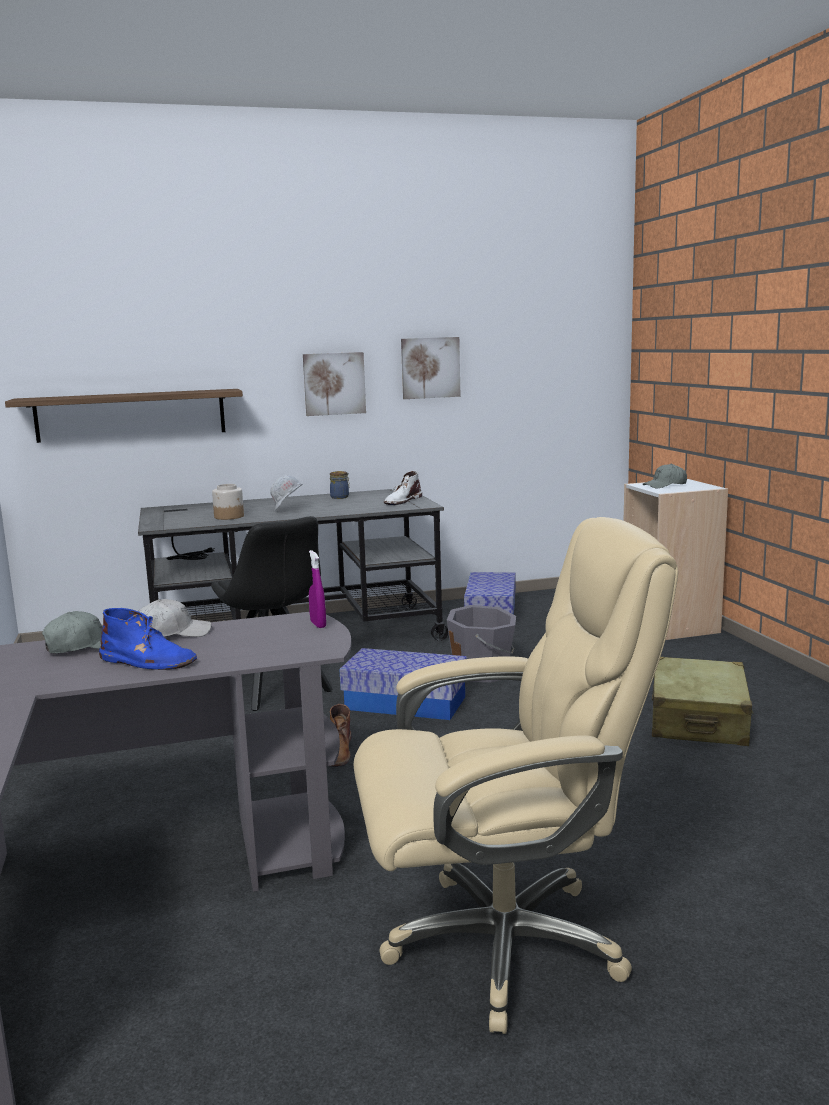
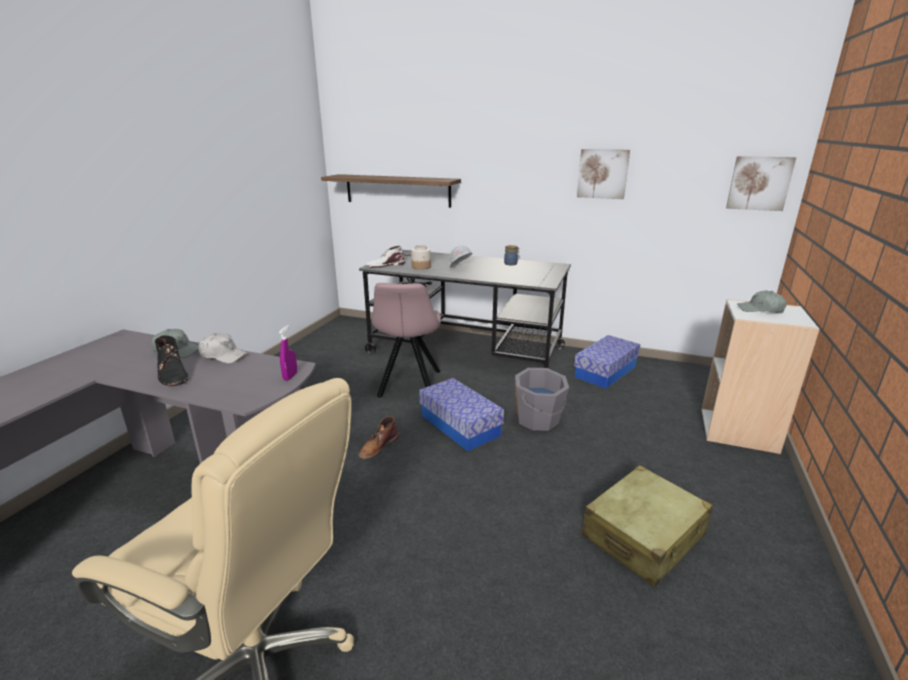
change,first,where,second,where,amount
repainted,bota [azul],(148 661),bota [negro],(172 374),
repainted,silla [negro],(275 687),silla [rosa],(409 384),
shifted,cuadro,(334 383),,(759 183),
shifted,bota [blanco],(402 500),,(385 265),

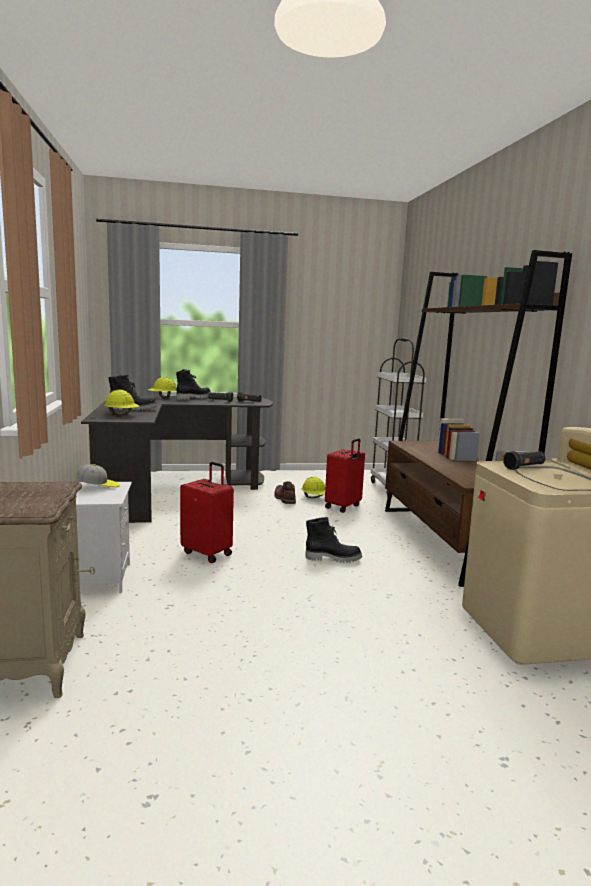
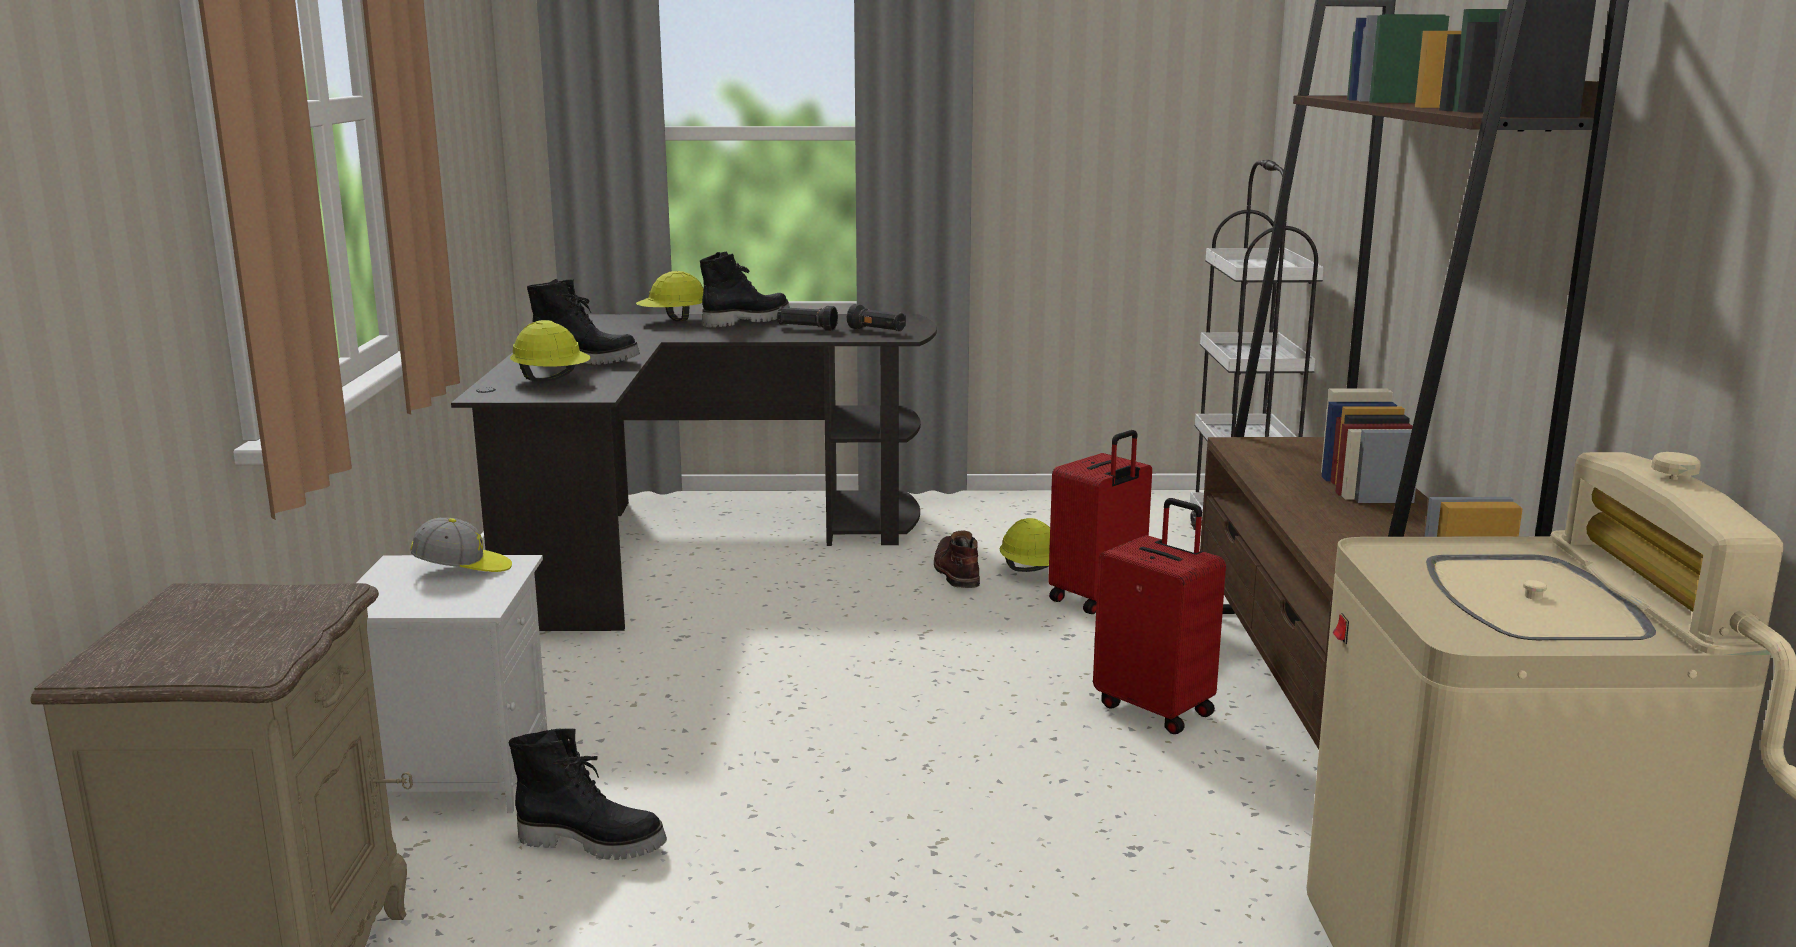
change,first,where,second,where,amount
shifted,maleta [rojo],(208 553),,(1156 708),
shifted,bota [negro],(333 558),,(593 841),
gone,linterna [negro],(524 467),,,

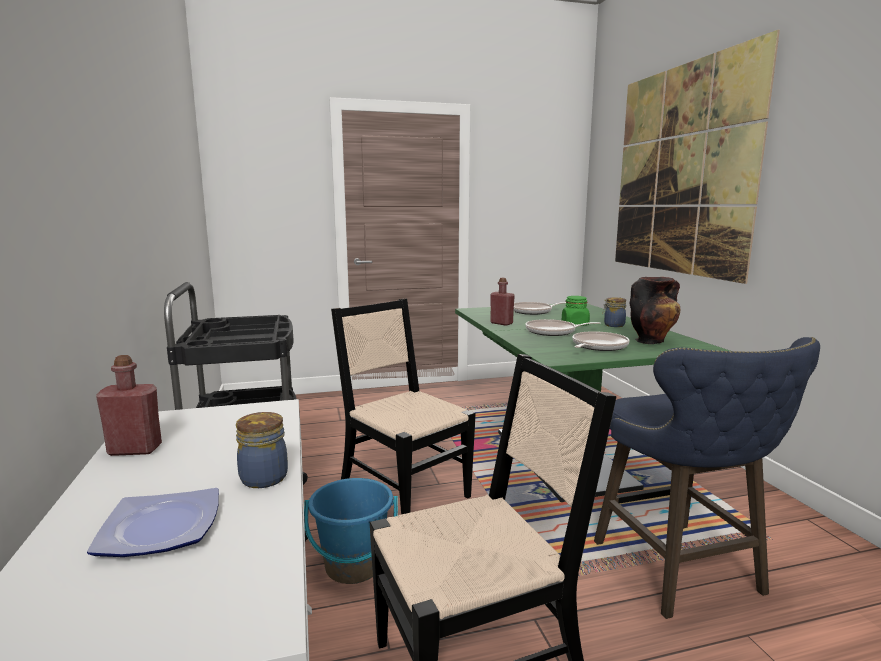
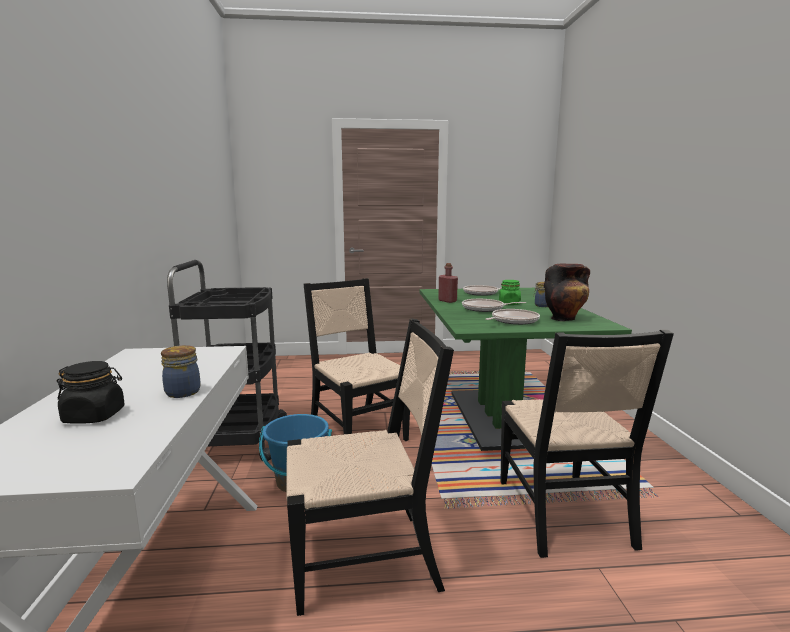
change,first,where,second,where,amount
swapped,plato,(158 530),tarro [negro],(94 416),
gone,botella [rojo],(135 450),,,
swapped,taburete [azul],(680 571),silla,(561 513),
gone,cuadro,(680 170),,,

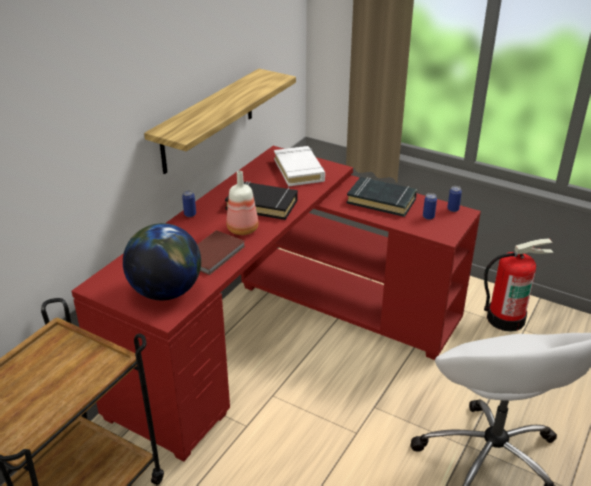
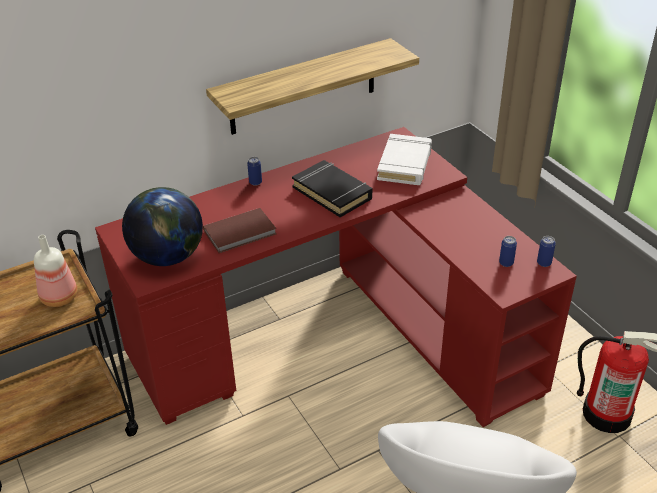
change,first,where,second,where,amount
shifted,botella,(243 229),,(60 298),
gone,libro [negro],(381 201),,,

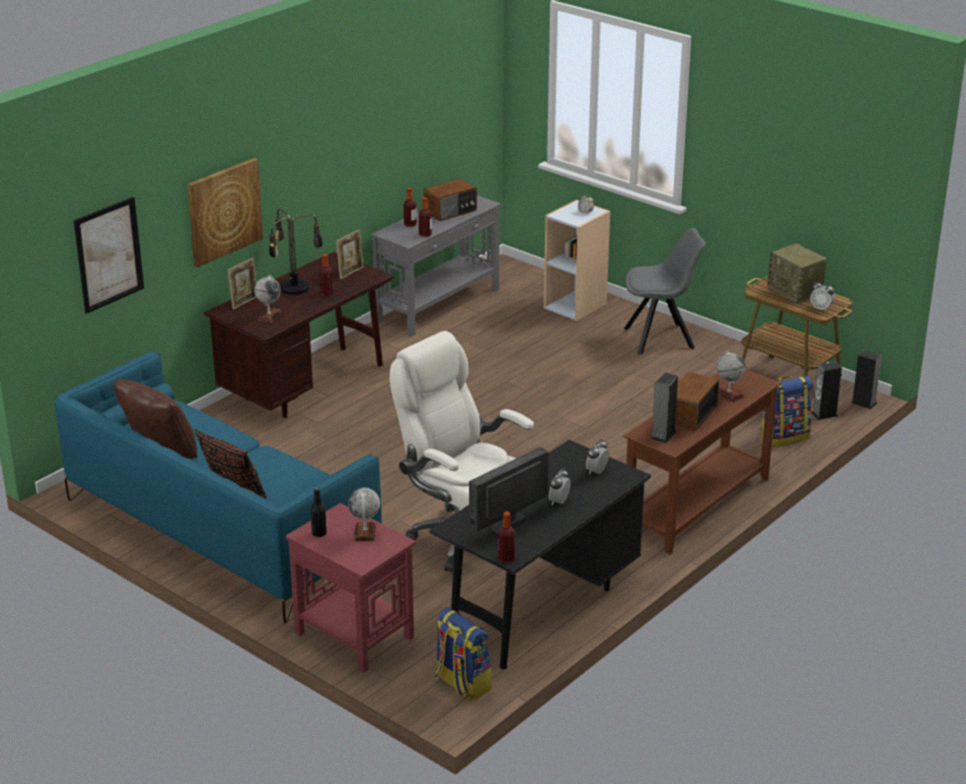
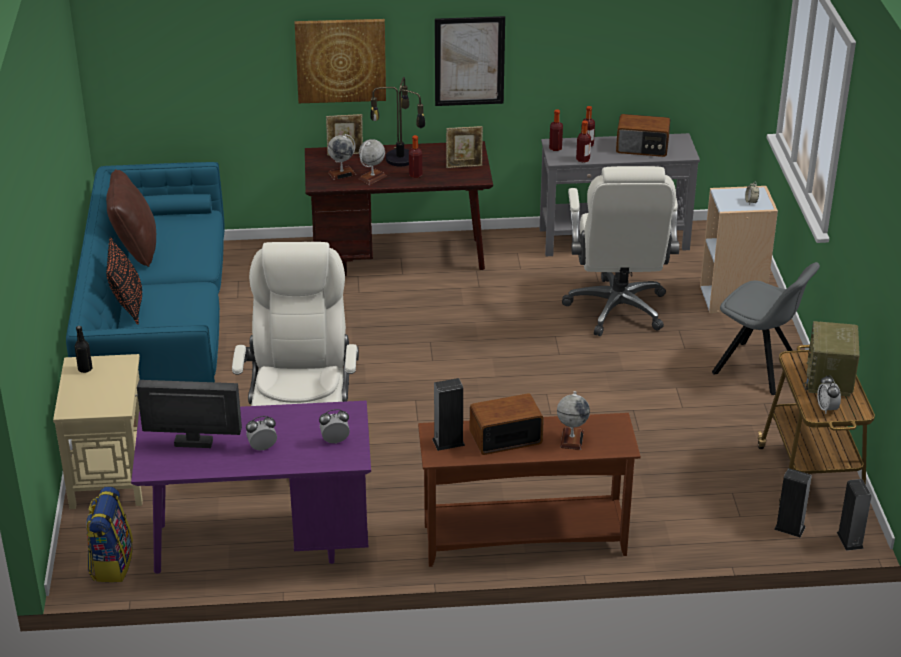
change,first,where,second,where,amount
shifted,cuadro,(109 254),,(469 61),
repainted,mesa auxiliar [rojo],(355 634),mesa auxiliar [beis],(110 476),
shifted,globo terráqueo,(365 532),,(372 178),
repainted,escritorio [negro],(541 607),escritorio [morado],(261 543),
shifted,botella,(506 558),,(555 148),
gone,mochila,(784 436),,,
new,,,silla de oficina [blanco],(617 310),

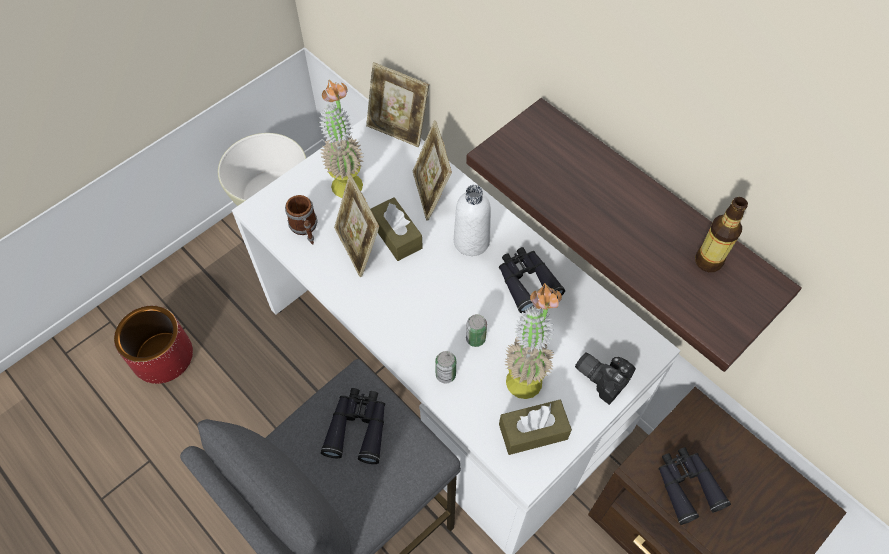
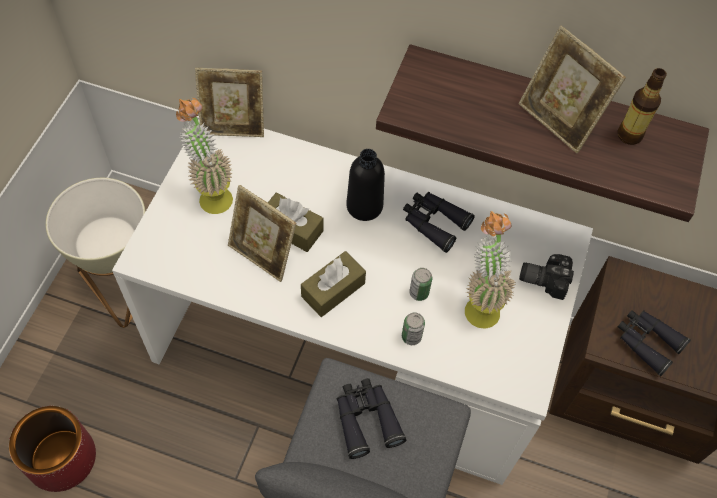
change,first,where,second,where,amount
gone,taza grande,(305 229),,,
shifted,portarretratos,(431 193),,(558 121),
repainted,botella [blanco],(471 241),botella [negro],(364 206),
shifted,caja de pañuelos [marrón],(533 431),,(333 290),

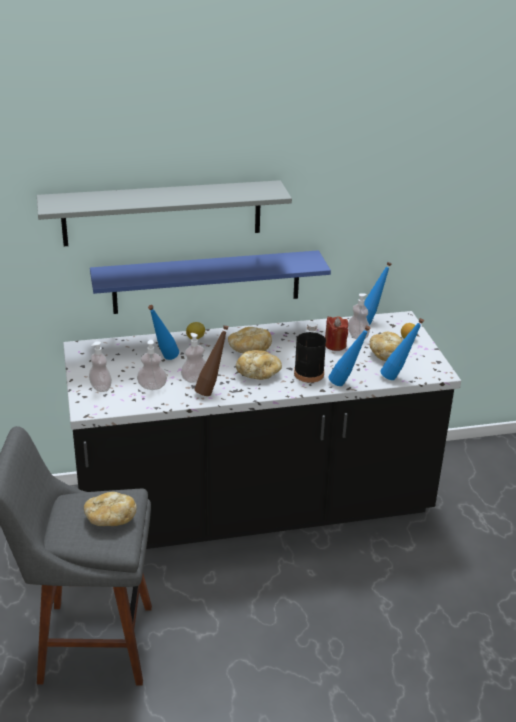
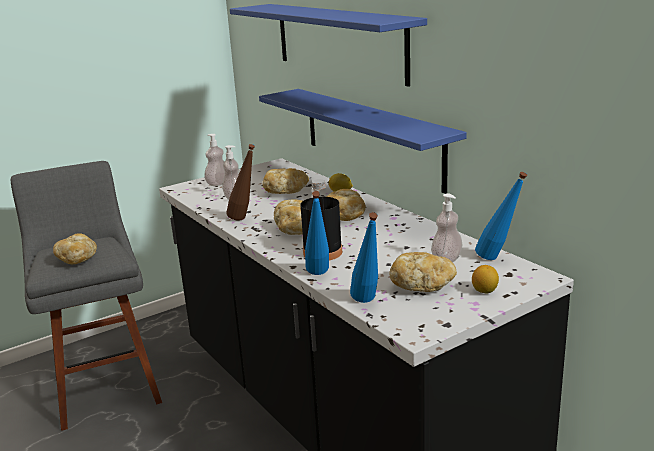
change,first,where,second,where,amount
repainted,estante [gris],(162 213),estante [azul],(338 41),
swapped,botella [azul],(164 360),pan,(286 191),
gone,dispensador de jabón,(194 379),,,
gone,vela [rojo],(335 345),,,

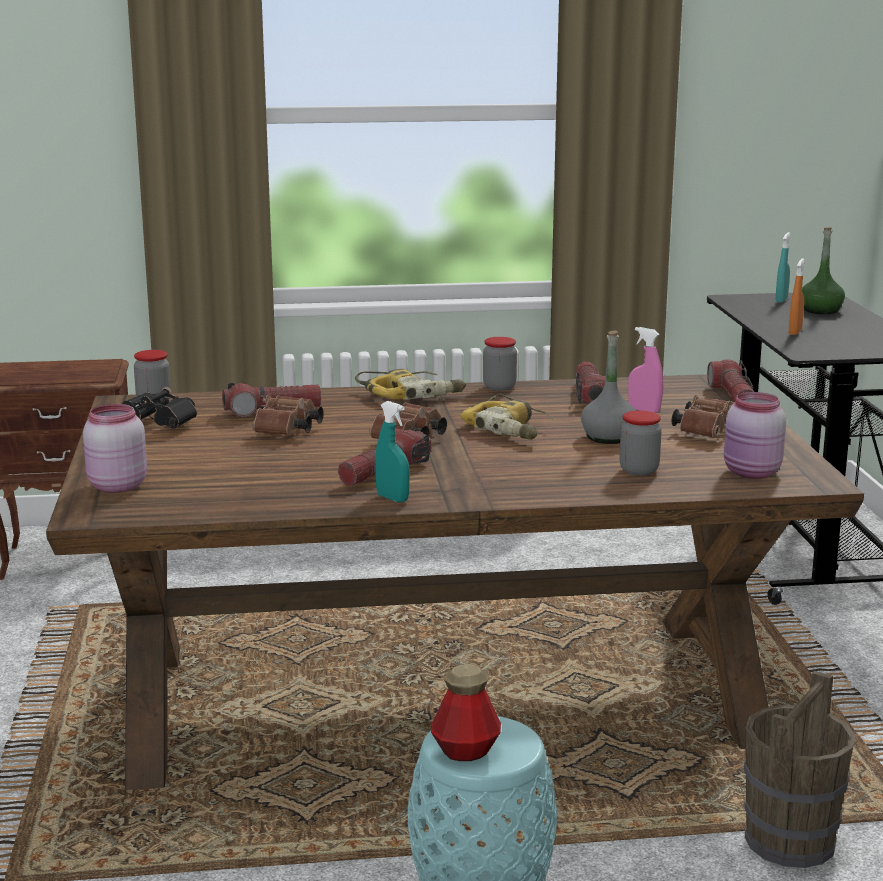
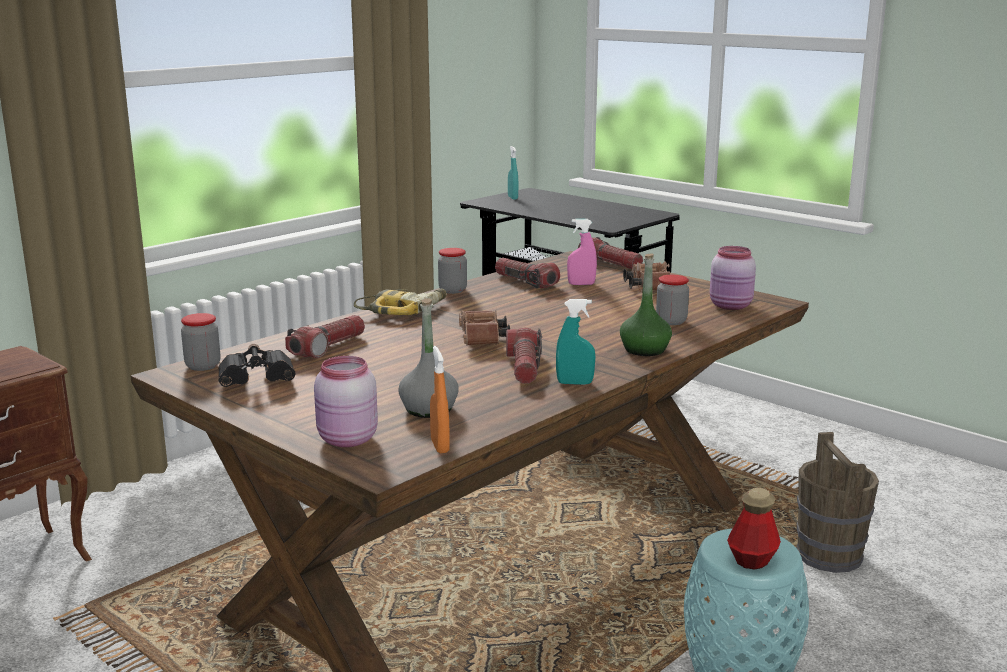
change,first,where,second,where,amount
gone,prismáticos [marrón],(287 431),,,
gone,taladro,(510 428),,,
shifted,botella [gris],(608 437),,(429 409),
shifted,pulverizador [naranja],(795 332),,(440 446),
shifted,botella [verde],(820 310),,(644 350),

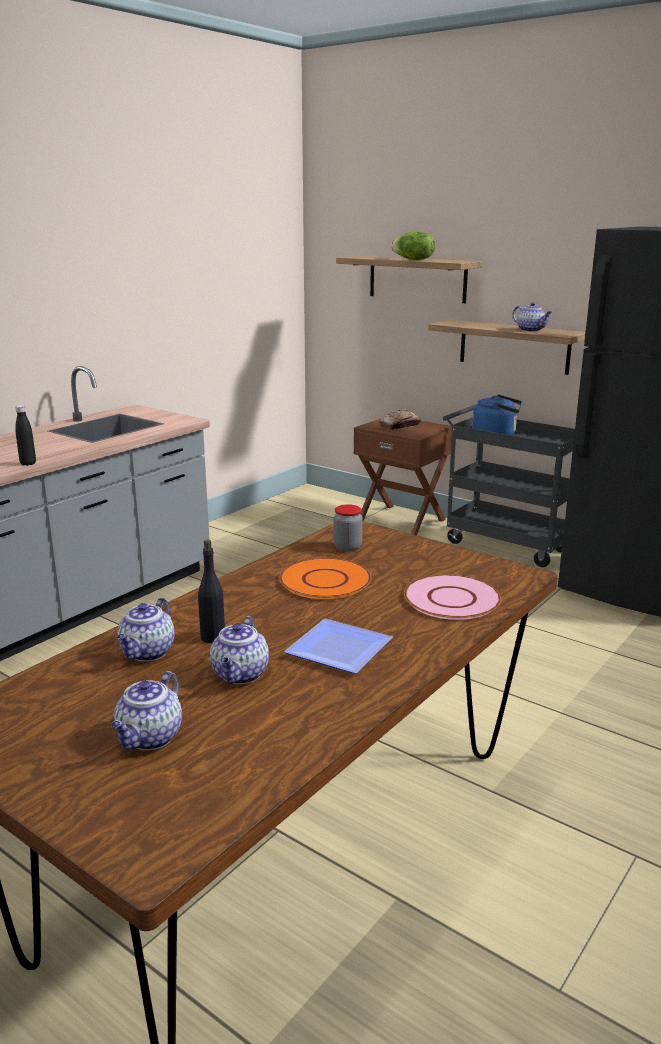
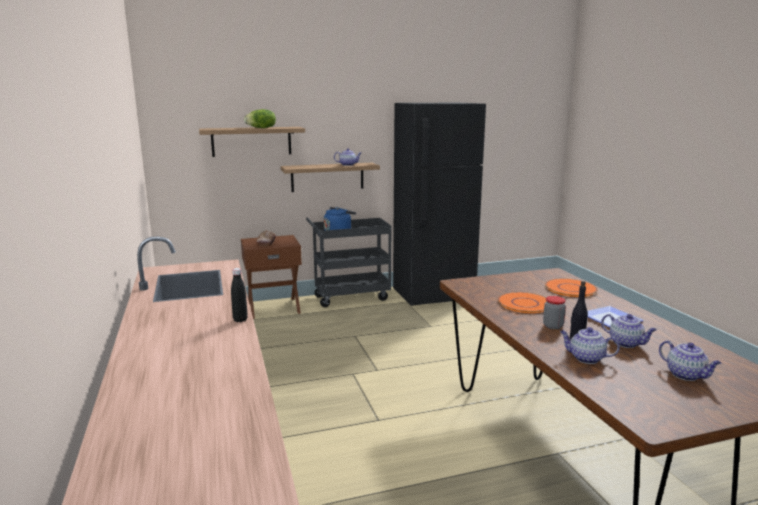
change,first,where,second,where,amount
rotated,tetera,(147 653),,(586 358),150 degrees clockwise
shifted,tarro,(347 547),,(553 326),
repainted,plato [rosa],(451 599),plato [naranja],(570 288),

